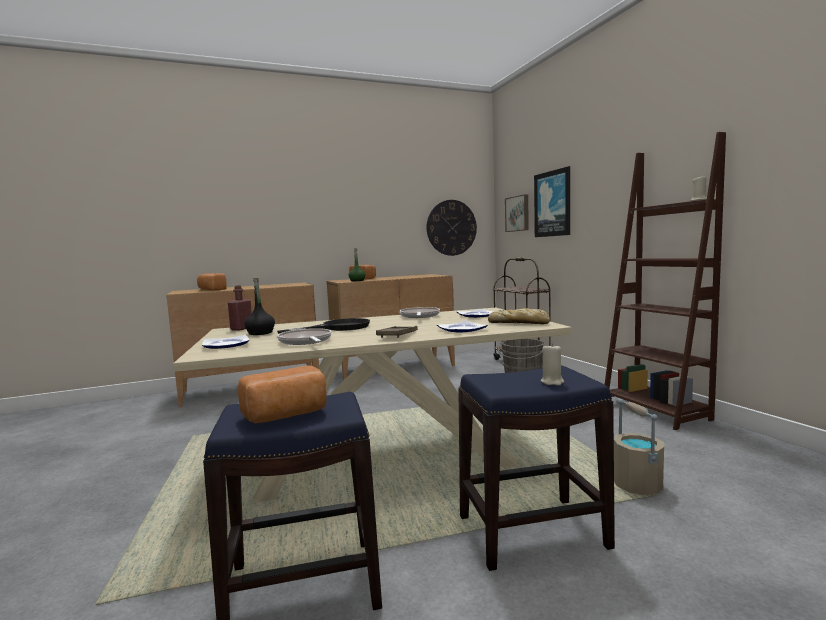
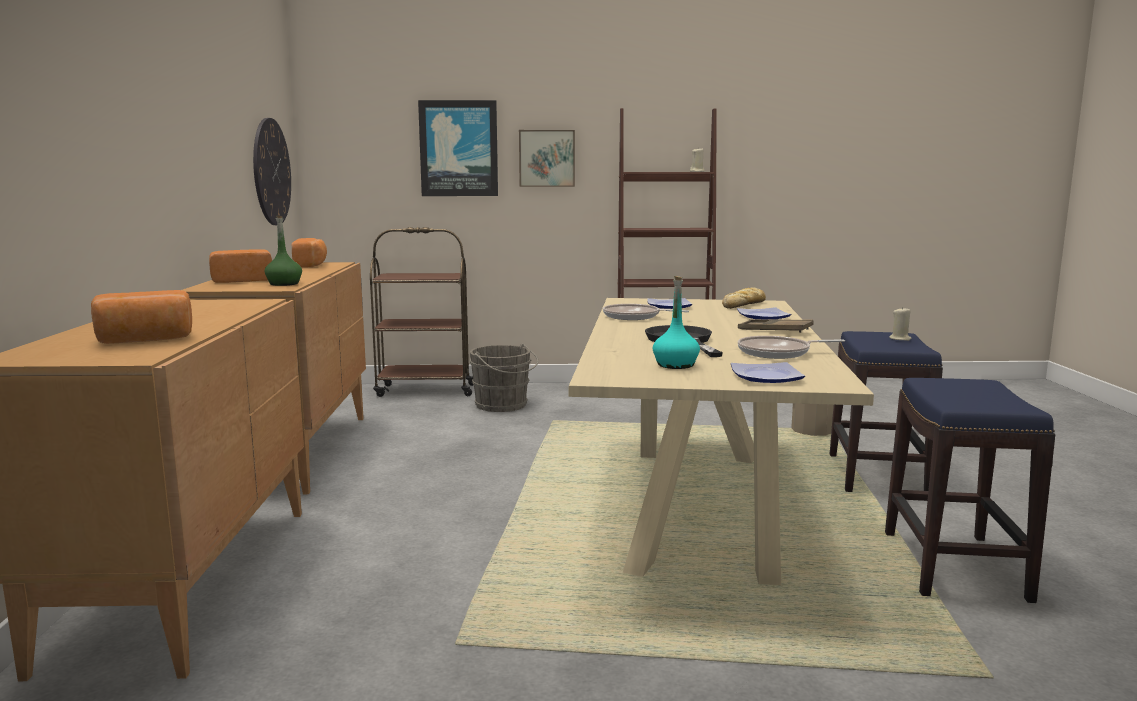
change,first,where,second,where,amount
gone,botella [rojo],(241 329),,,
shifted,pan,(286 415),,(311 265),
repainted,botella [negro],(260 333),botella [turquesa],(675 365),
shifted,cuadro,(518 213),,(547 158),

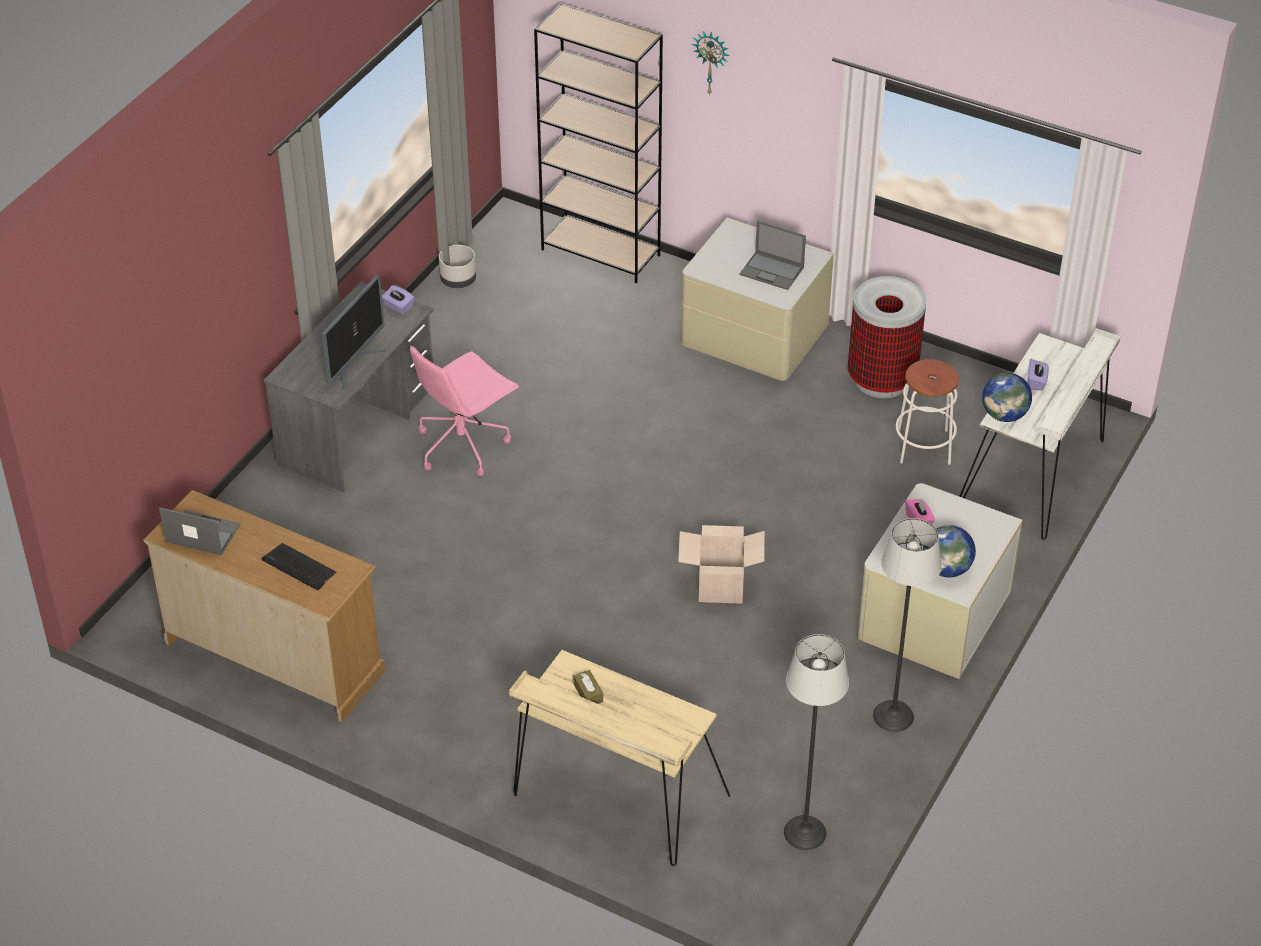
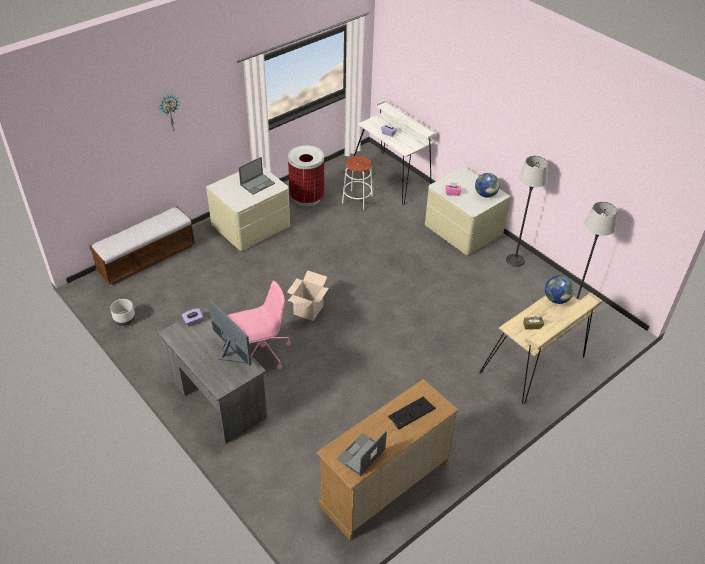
change,first,where,second,where,amount
rotated,silla de oficina [rosa],(465 445),,(260 353),90 degrees counterclockwise
swapped,estantería [beis],(601 252),banco,(147 259),
shifted,caja de cartón,(720 587),,(308 310),
shifted,globo terráqueo,(1004 415),,(556 299),

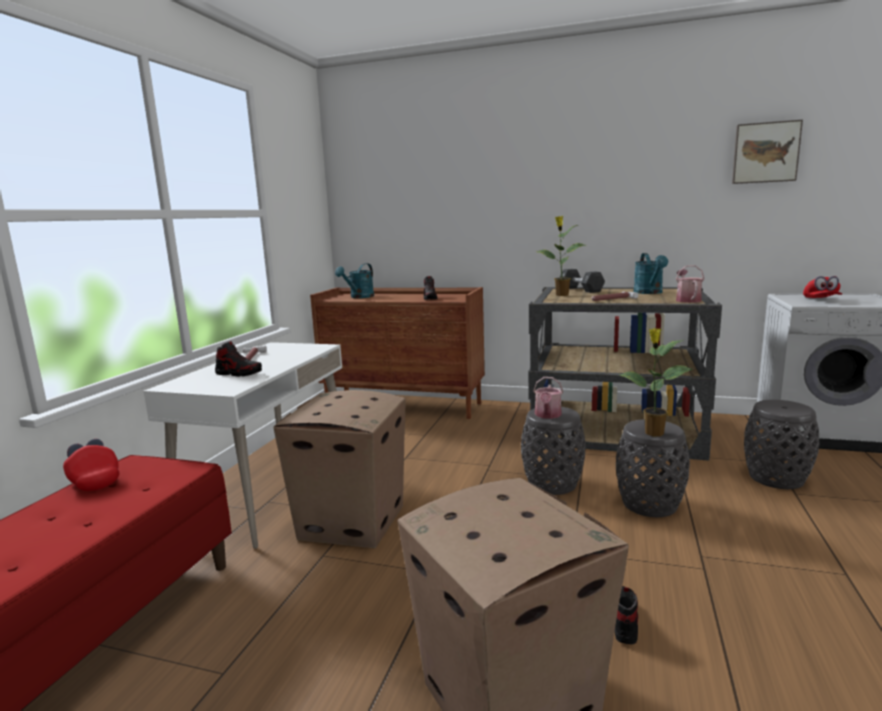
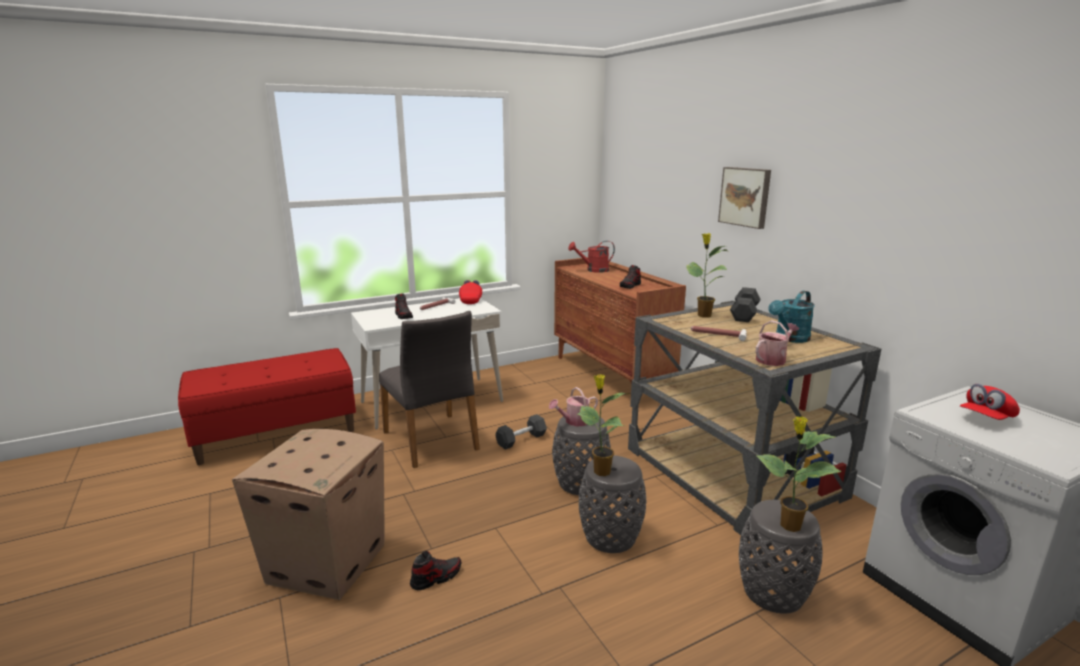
change,first,where,second,where,amount
shifted,gorra [rojo],(93 480),,(471 300),
swapped,caja de cartón,(351 523),silla [gris],(432 440),
repainted,regadera [turquesa],(359 297),regadera [rojo],(593 270),
shifted,cuadro,(765 153),,(745 197),
new,,,mancuerna [negro],(521 440),
new,,,planta en maceta,(789 525),

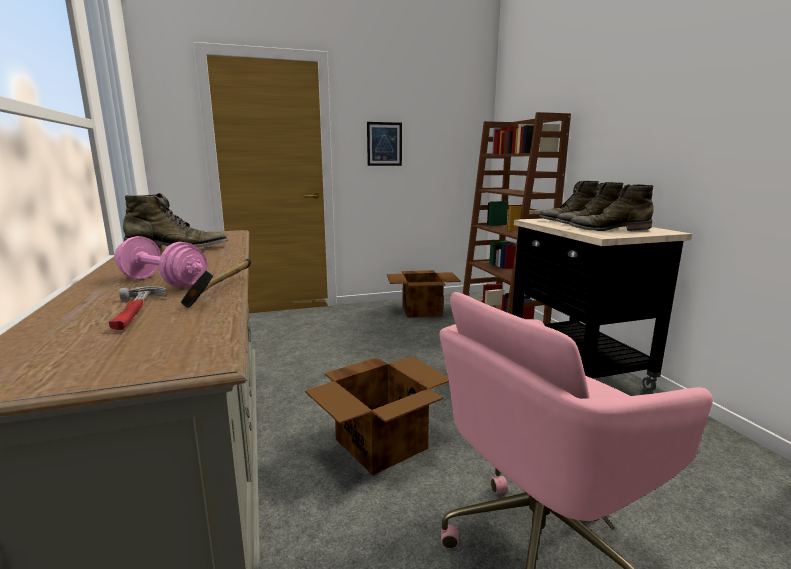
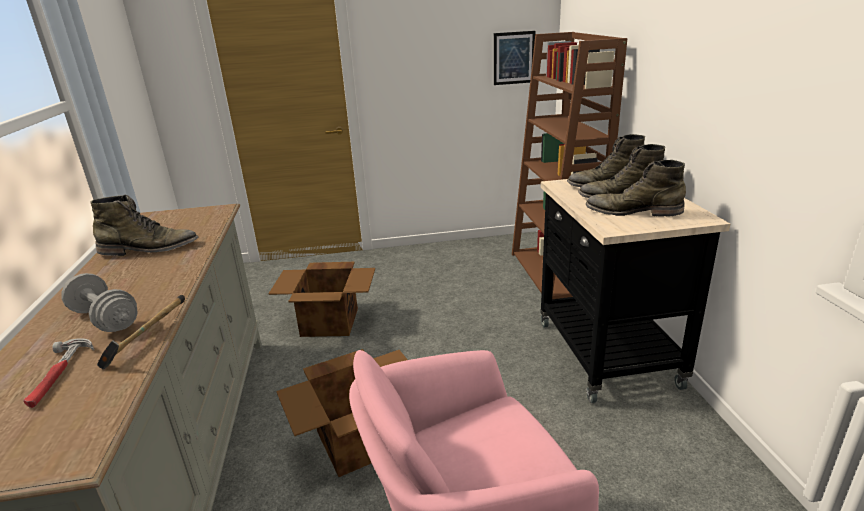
change,first,where,second,where,amount
repainted,mancuerna [rosa],(163 282),mancuerna [gris],(105 319),
shifted,cuadro,(384 144),,(514 58),
shifted,caja de cartón,(422 311),,(330 322),

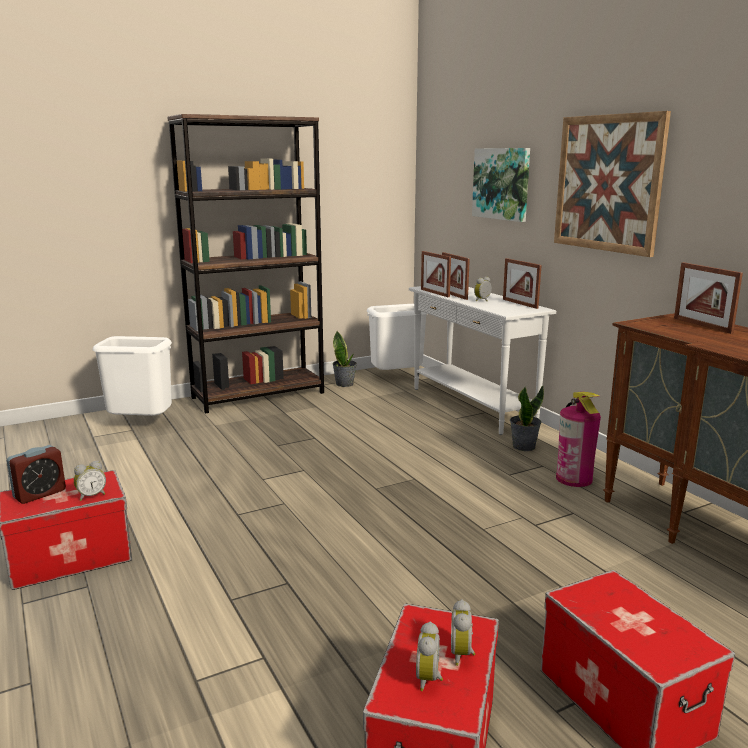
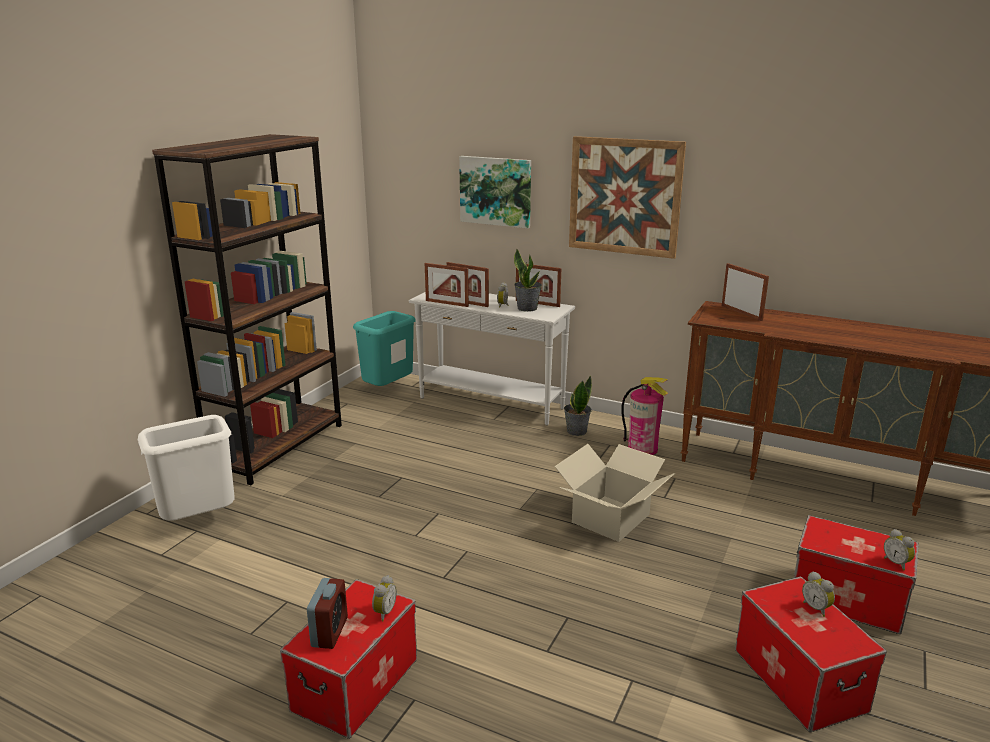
change,first,where,second,where,amount
shifted,planta en maceta,(345 384),,(527 308),
repainted,papelera [blanco],(396 378),papelera [turquesa],(388 390),
shifted,despertador,(430 679),,(897 563),
rotated,portarretratos,(702 325),,(741 313),150 degrees counterclockwise
new,,,caja de cartón,(611 518),

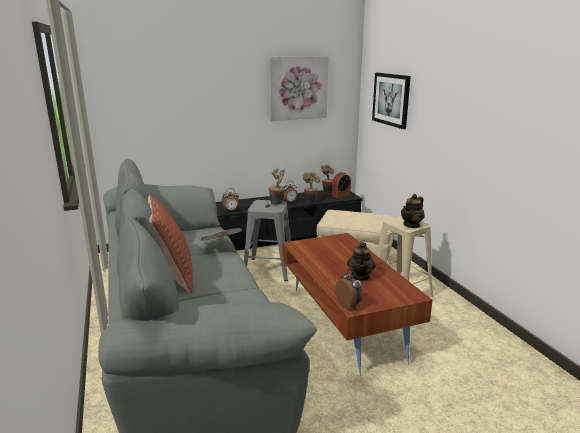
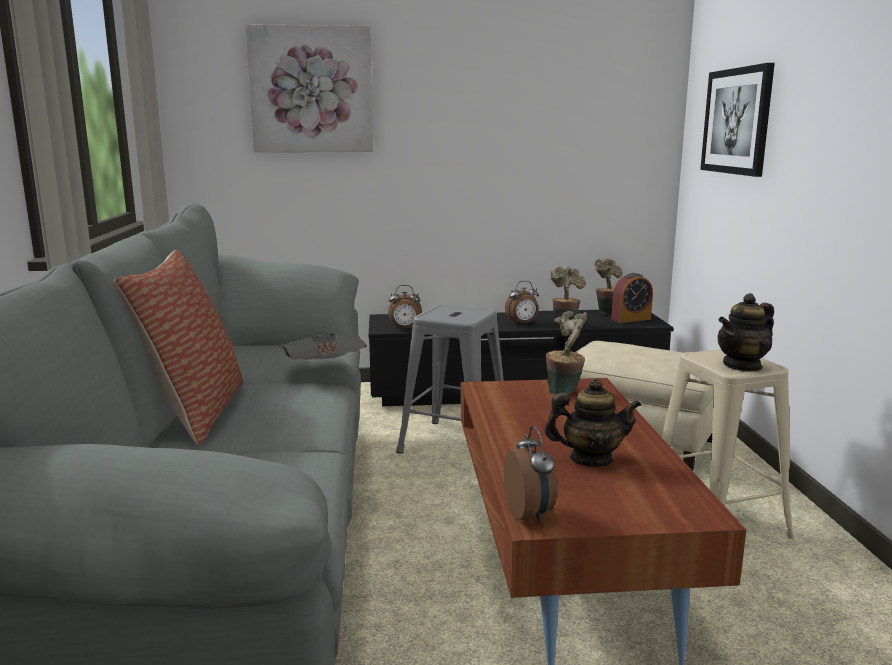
change,first,where,second,where,amount
shifted,cuadro,(298 88),,(311 90),
shifted,planta en maceta,(277 203),,(565 392),
rotated,tetera,(360 276),,(590 459),120 degrees counterclockwise

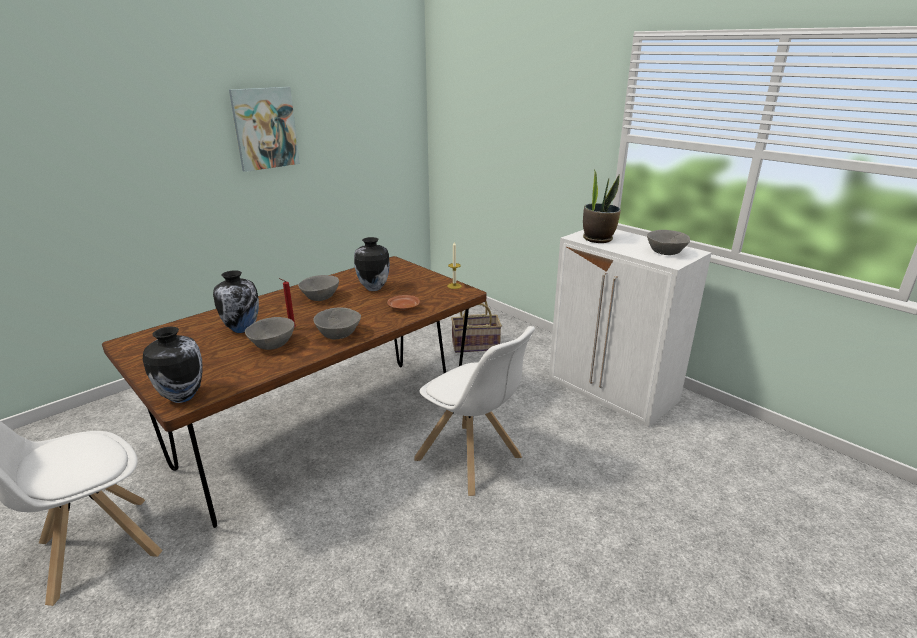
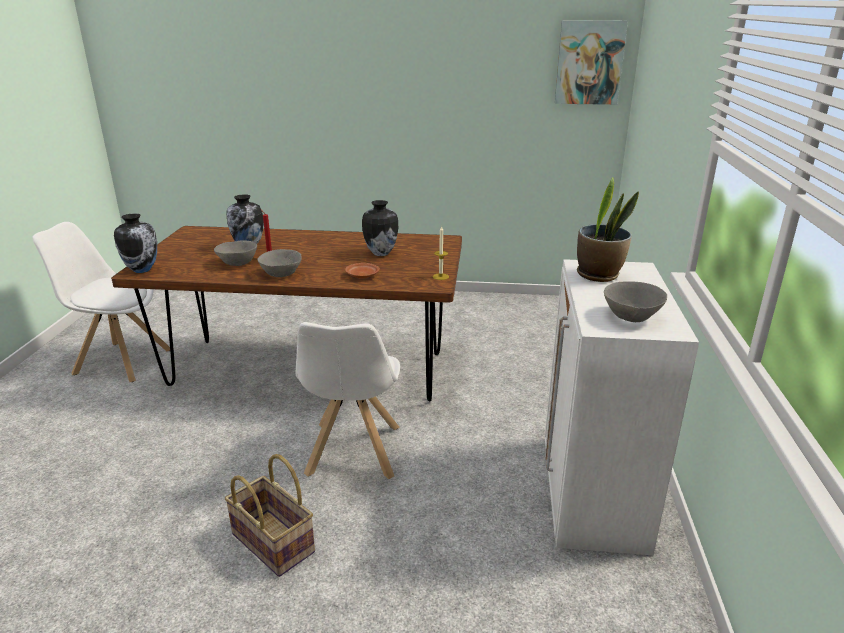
change,first,where,second,where,amount
shifted,cuadro,(265 128),,(589 63),
gone,cuenco [gris],(320 297),,,
shifted,cesta,(475 345),,(274 542),

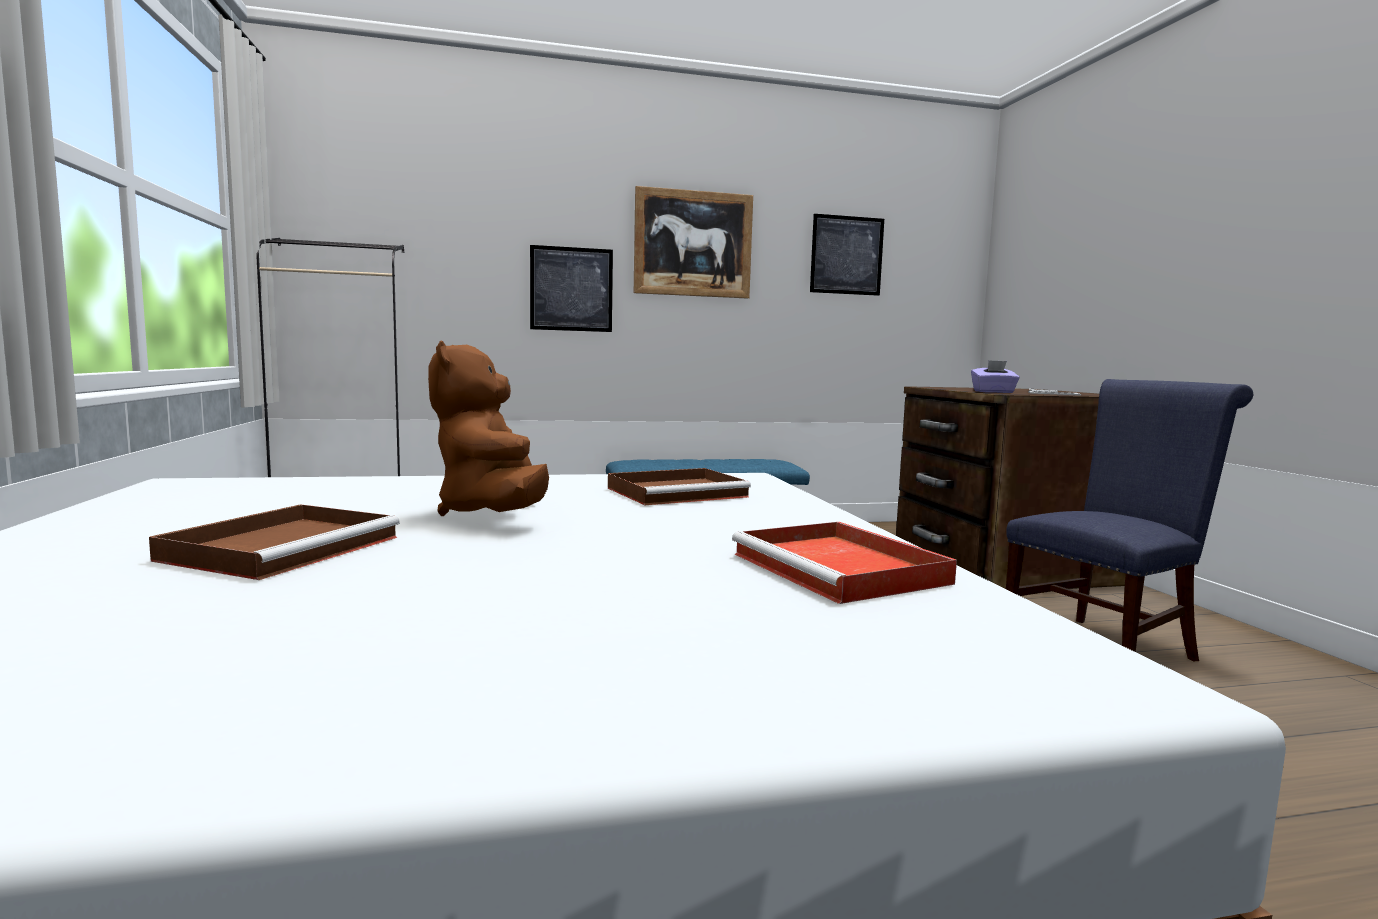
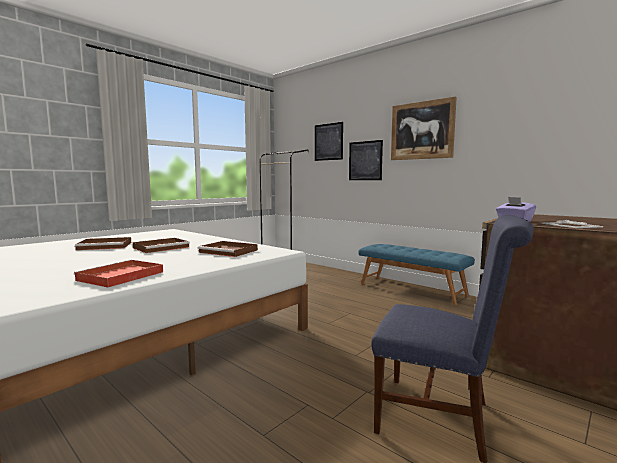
change,first,where,second,where,amount
swapped,peluche [marrón],(494 514),bandeja [marrón],(162 247),
shifted,cuadro,(846 255),,(328 142),

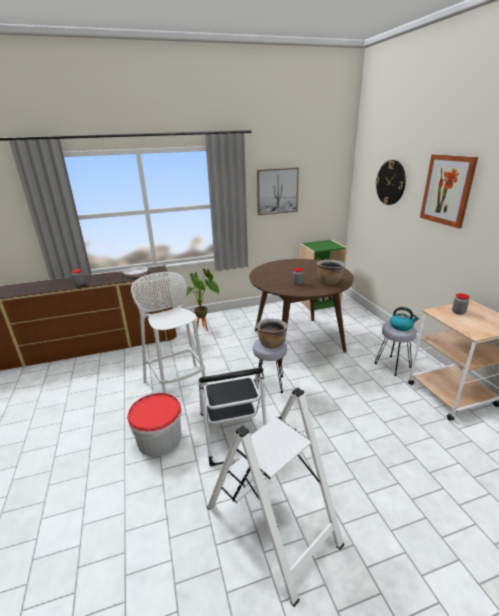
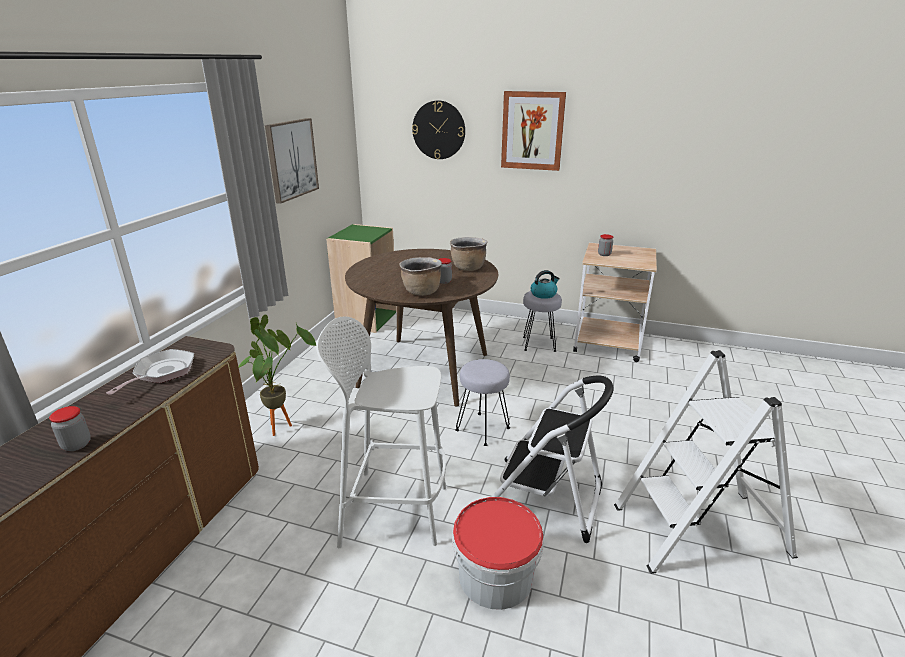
change,first,where,second,where,amount
shifted,olla [marrón],(271 344),,(421 292),

